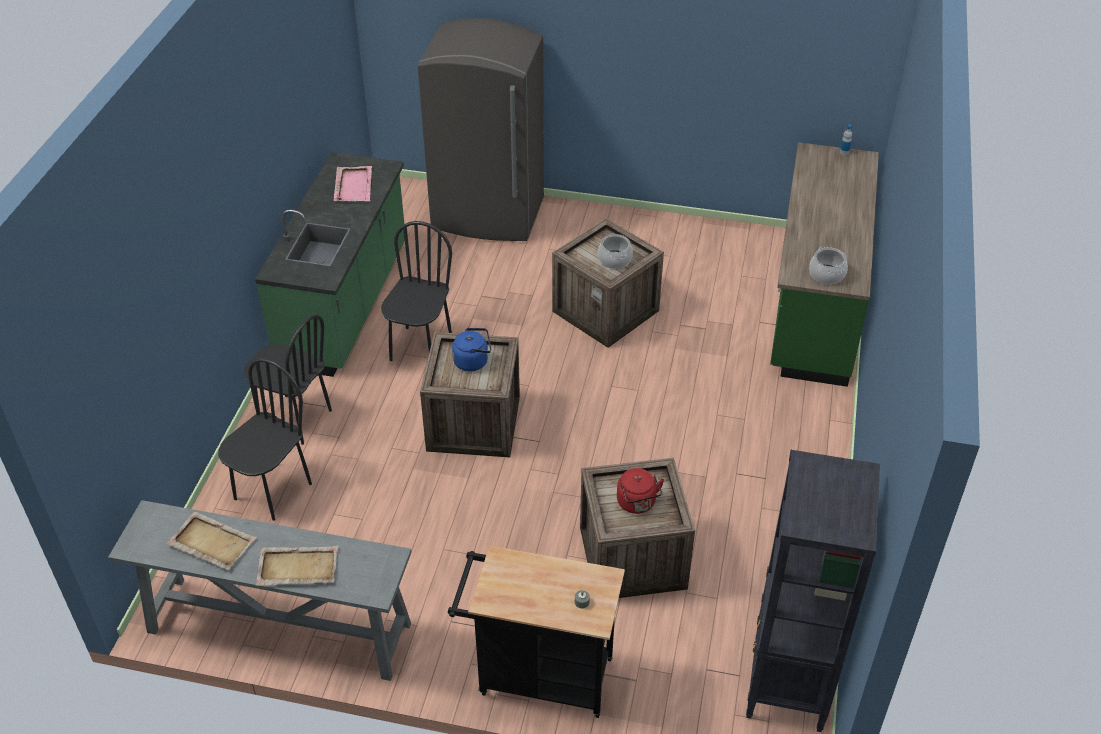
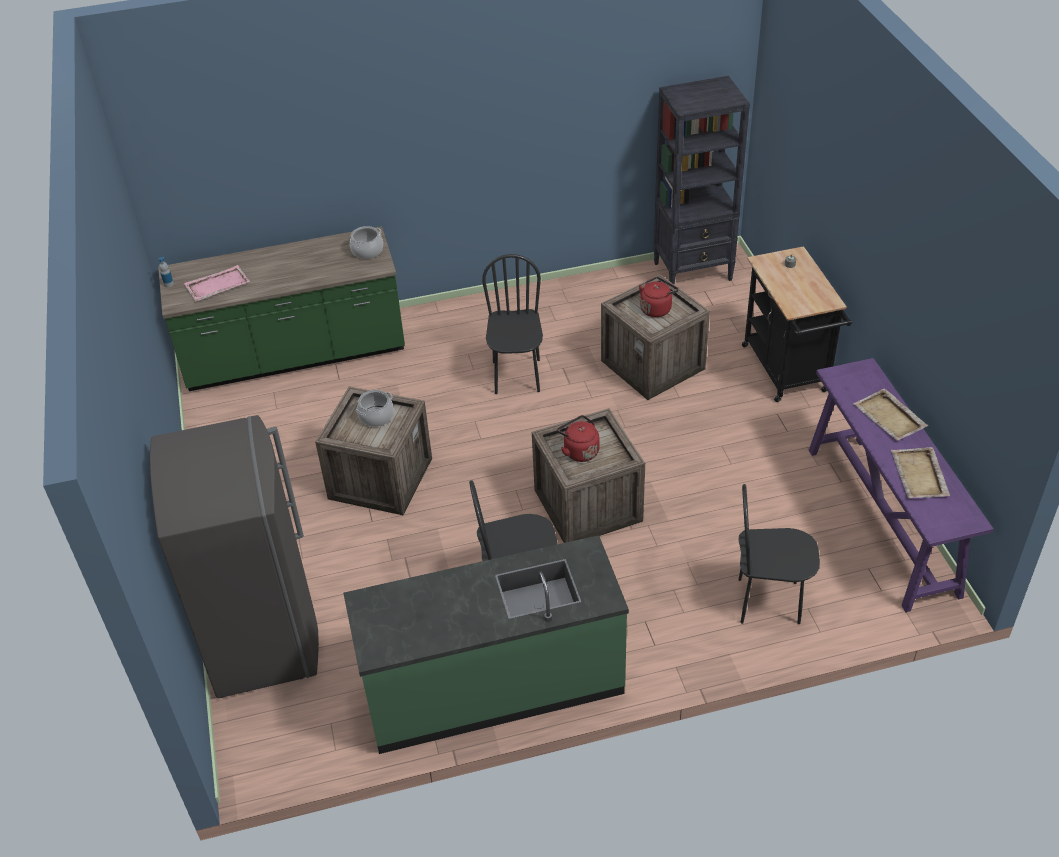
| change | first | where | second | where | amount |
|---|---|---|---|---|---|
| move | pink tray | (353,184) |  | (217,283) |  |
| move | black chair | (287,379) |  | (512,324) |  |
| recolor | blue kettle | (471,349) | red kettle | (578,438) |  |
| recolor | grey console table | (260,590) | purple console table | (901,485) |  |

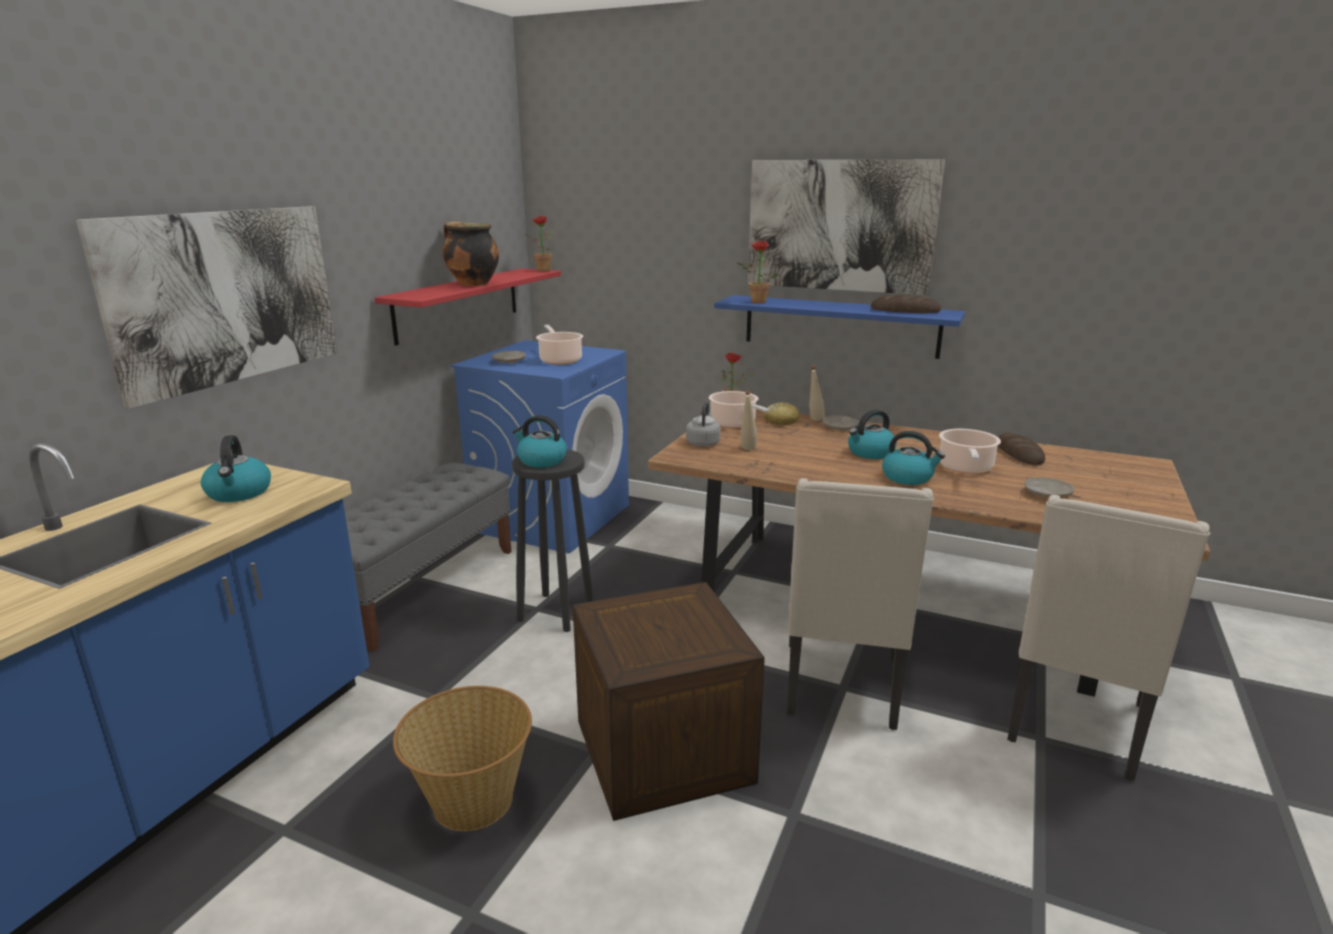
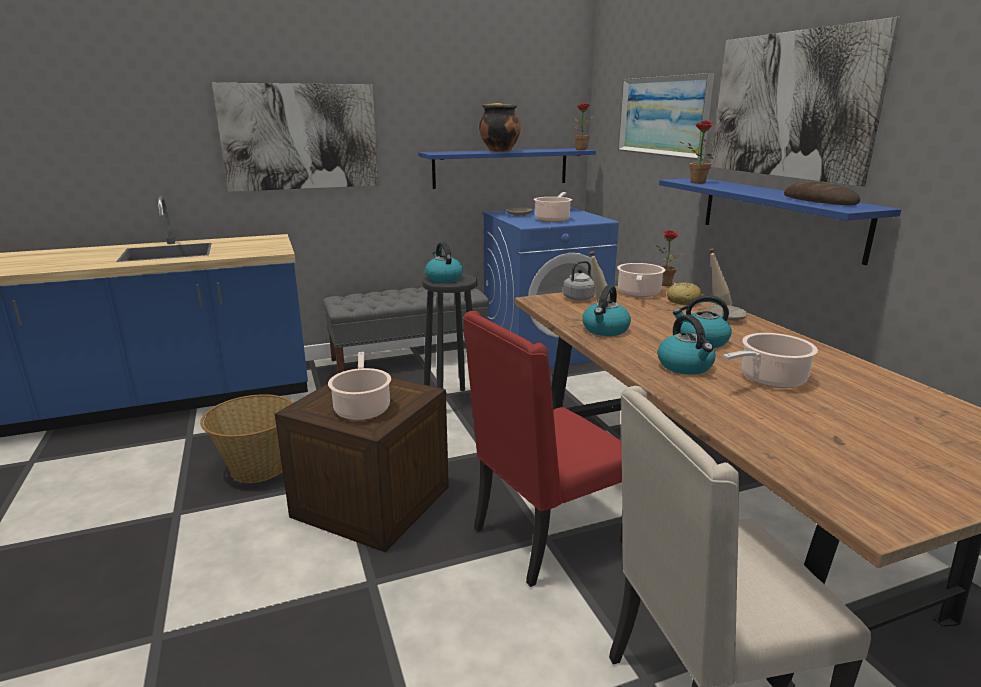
| change | first | where | second | where | amount |
|---|---|---|---|---|---|
| recolor | red shelf | (468,306) | blue shelf | (507,168) |  |
| delete | bread | (1021,449) |  |  |  |
| move | kettle | (236,468) |  | (606,310) |  |
| delete | beige plate | (1049,487) |  |  |  |
| recolor | beige chair | (860,604) | red chair | (543,449) |  |
| insert |  |  | picture | (666,116) |  |
| insert |  |  | cooking pot | (359,386) |  |

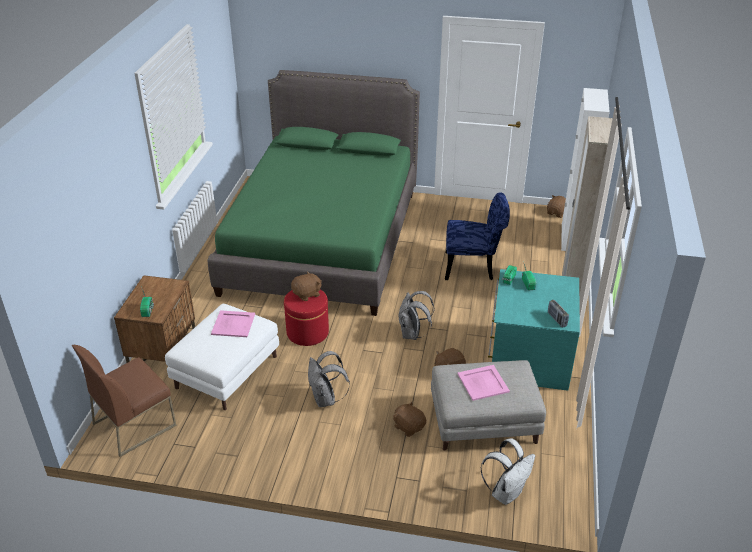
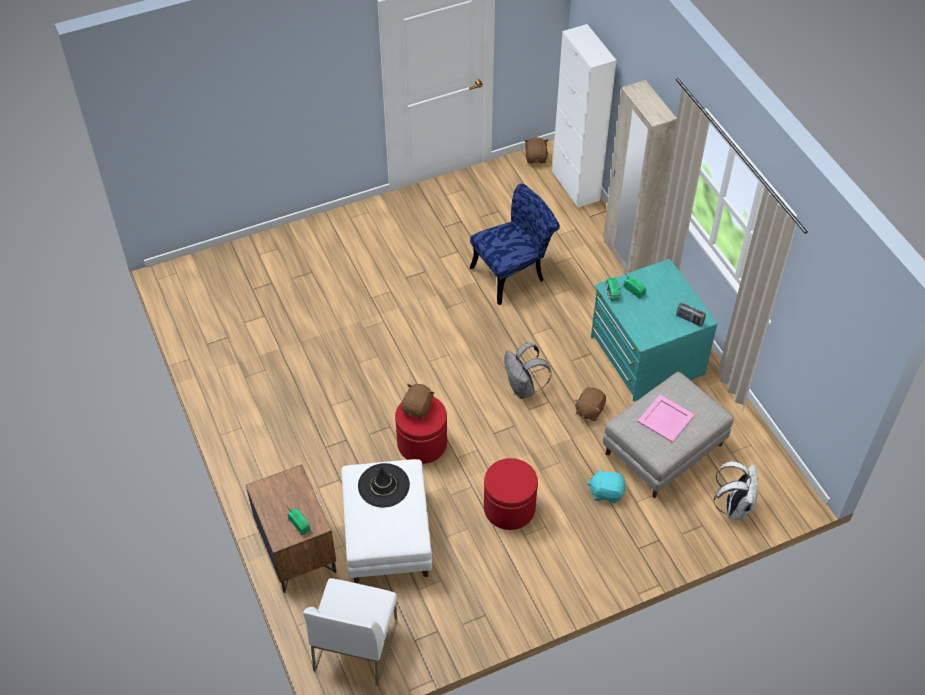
| change | first | where | second | where | amount |
|---|---|---|---|---|---|
| delete | green bed | (314,193) |  |  |  |
| replace | pink tray | (233,323) | black hat | (384,485) |  |
| recolor | brown chair | (124,401) | white chair | (350,632) |  |
| replace | grey backpack | (329,379) | red ottoman | (511,494) |  |
| recolor | brown plush toy | (409,419) | turquoise plush toy | (606,485) |  |

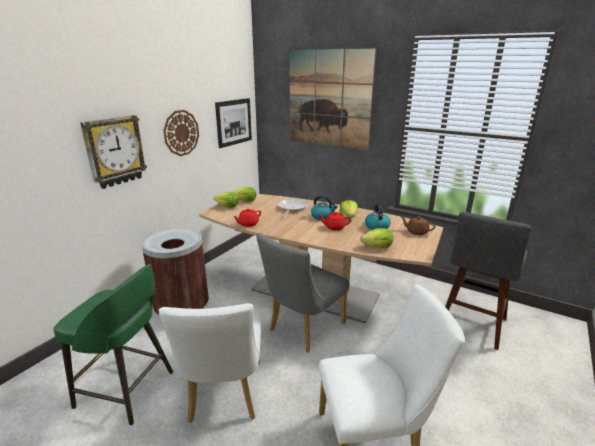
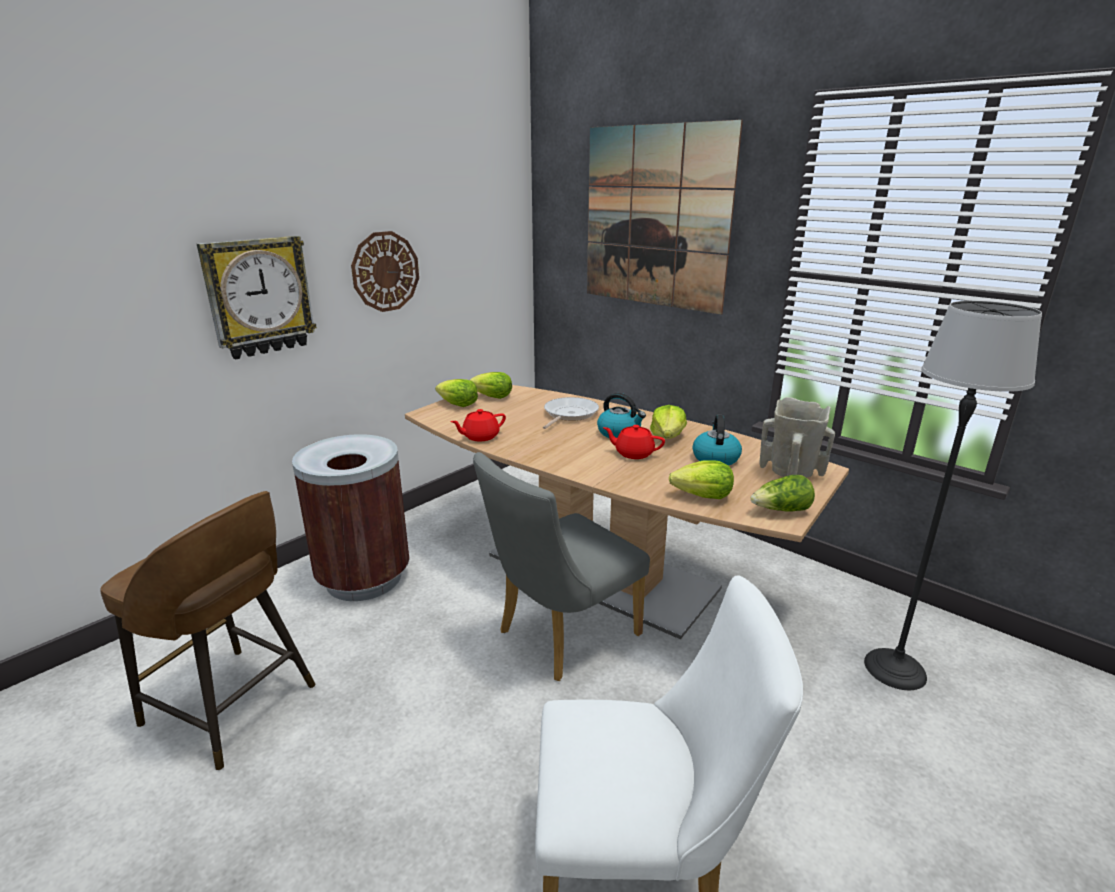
| change | first | where | second | where | amount |
|---|---|---|---|---|---|
| delete | picture | (233,123) |  |  |  |
| replace | grey stool | (488,281) | floor lamp | (953,495) |  |
| replace | brown teapot | (418,225) | beige vase | (797,437) |  |
| recolor | green stool | (113,344) | brown stool | (208,630) |  |
| delete | white chair | (210,363) |  |  |  |
| insert |  |  | lettuce | (783,493) |  |

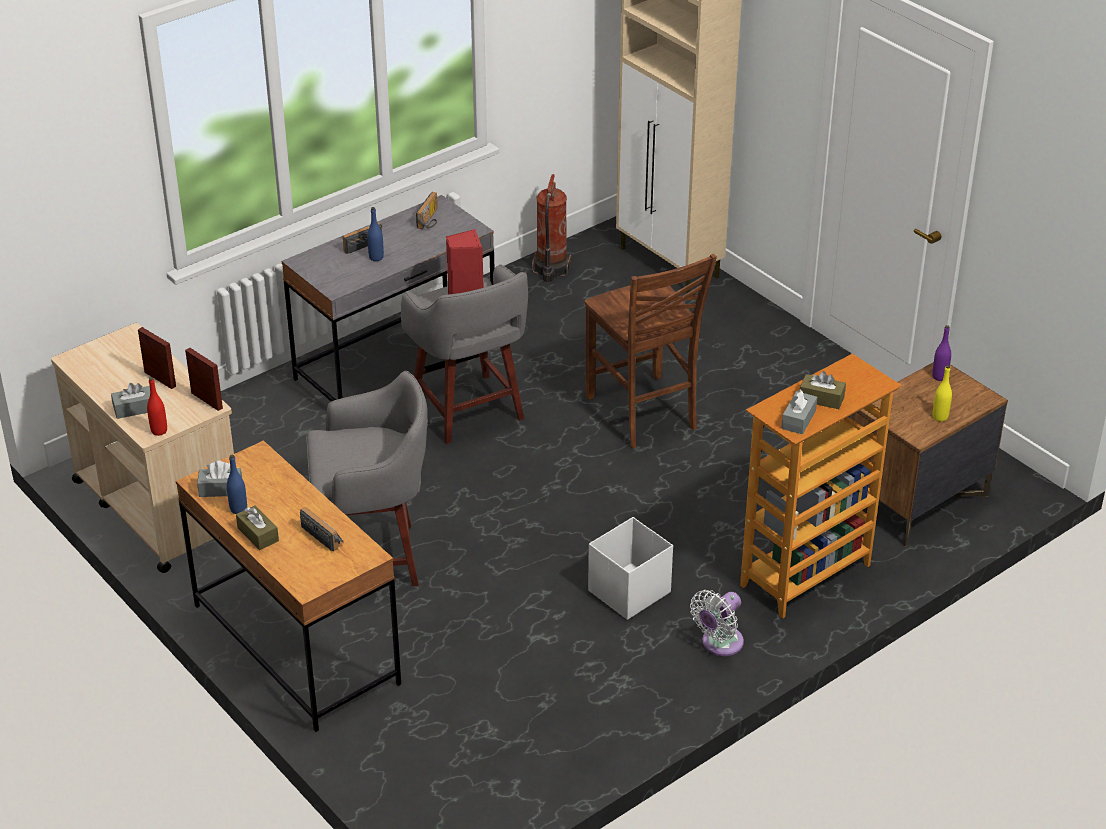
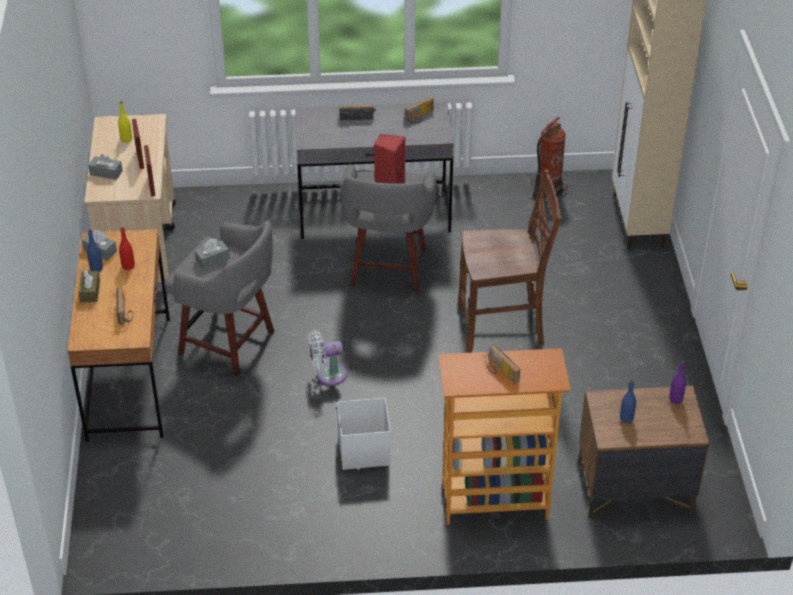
| change | first | where | second | where | amount |
|---|---|---|---|---|---|
| move | blue bottle | (375,234) |  | (628,401) |  |
| rotate | brown chair | (651,351) |  | (510,261) | 105 degrees counterclockwise |
| move | yellow bottle | (942,393) |  | (125,122) |  |
| replace | brown tissue box | (823,390) | radio | (502,364) |  |
| move | red bottle | (157,406) |  | (127,248) |  |
| move | grey tissue box | (799,412) |  | (212,254) |  |
| move | white fan | (717,623) |  | (328,358) |  |

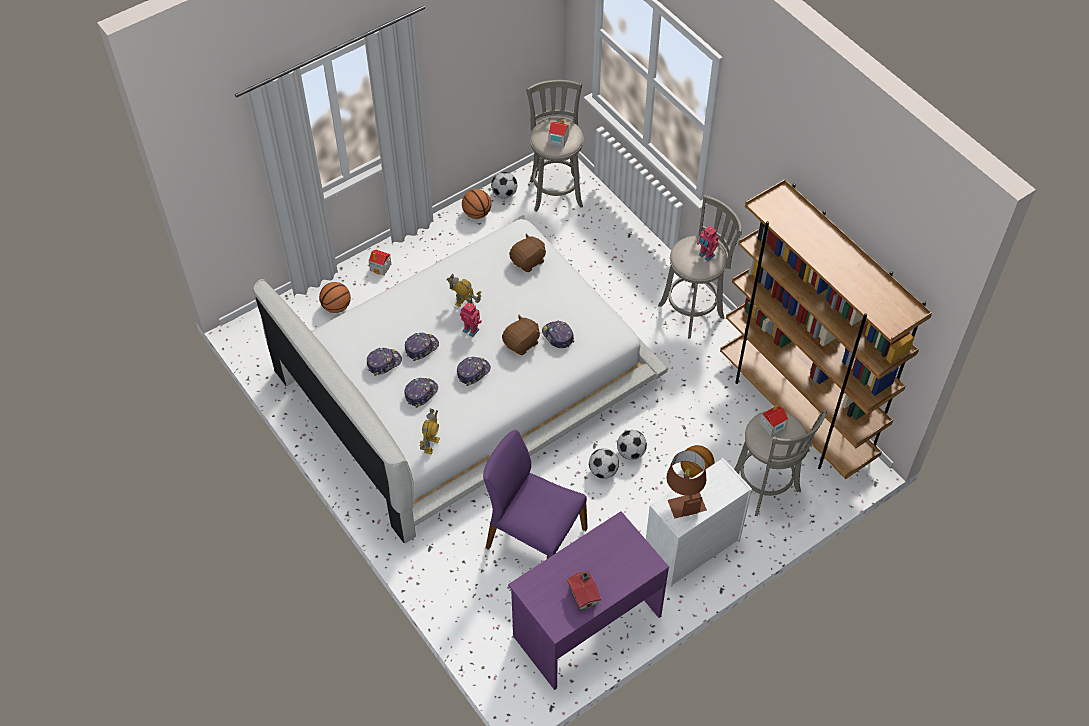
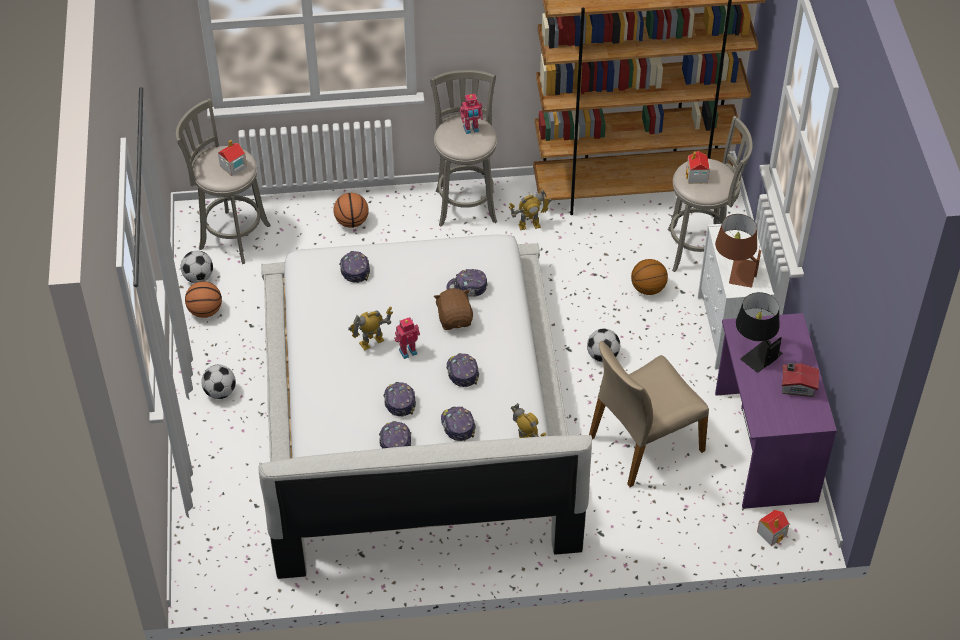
| change | first | where | second | where | amount |
|---|---|---|---|---|---|
| replace | brown plush toy | (527,252) | cap | (354,267) |  |
| move | toy house | (380,262) |  | (773,528) |  |
| move | basketball | (335,297) |  | (351,210) |  |
| recolor | purple chair | (535,494) | beige chair | (649,414) |  |
| move | football | (632,445) |  | (218,382) |  |
| insert |  |  | toy robot | (530,209) |  |
| insert |  |  | black table lamp | (759,332) |  |

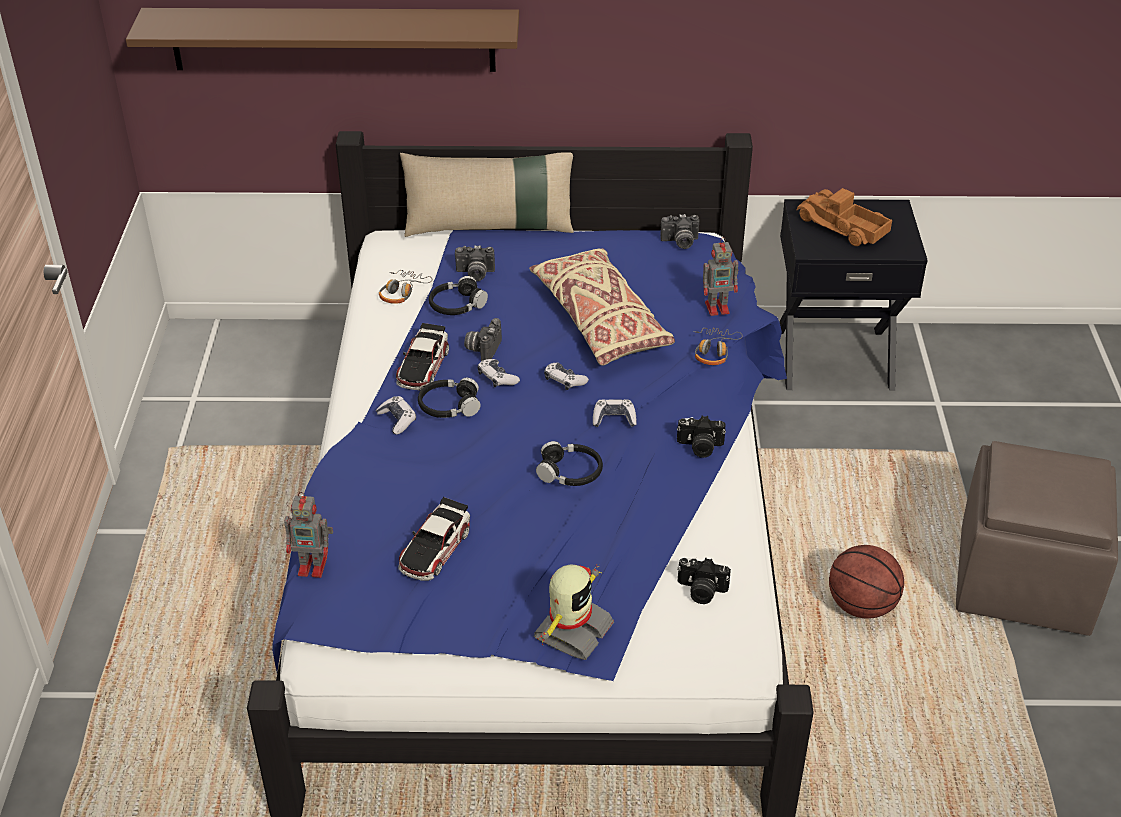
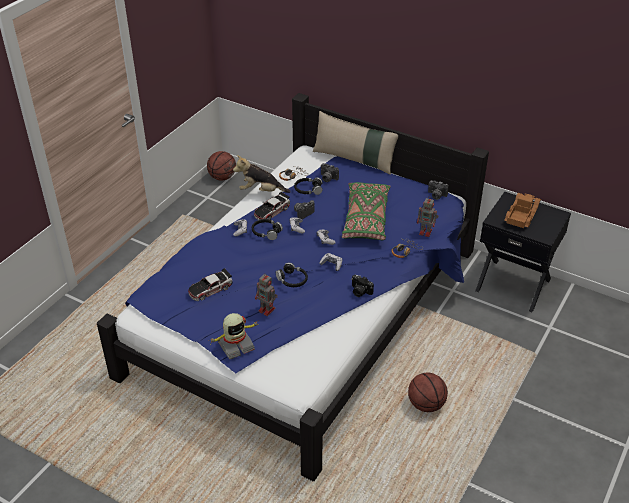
| change | first | where | second | where | amount |
|---|---|---|---|---|---|
| delete | brown shelf | (322,40) |  |  |  |
| rotate | toy truck | (844,217) |  | (522,210) | 45 degrees clockwise |
| recolor | beige pillow | (602,306) | green pillow | (366,211) |  |
| delete | brown ottoman | (1037,538) |  |  |  |
| move | toy robot | (308,535) |  | (266,294) |  |
| delete | photo camera | (704,580) |  |  |  |
| insert |  |  | basketball | (221,165) |  |
| insert |  |  | plush toy | (262,174) |  |

